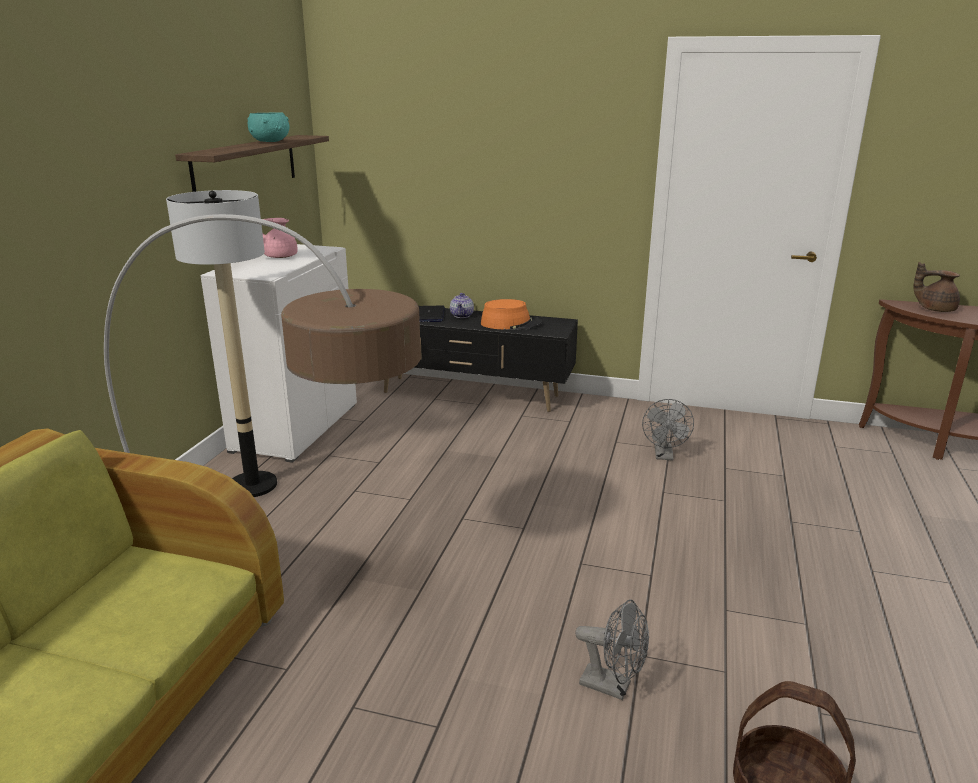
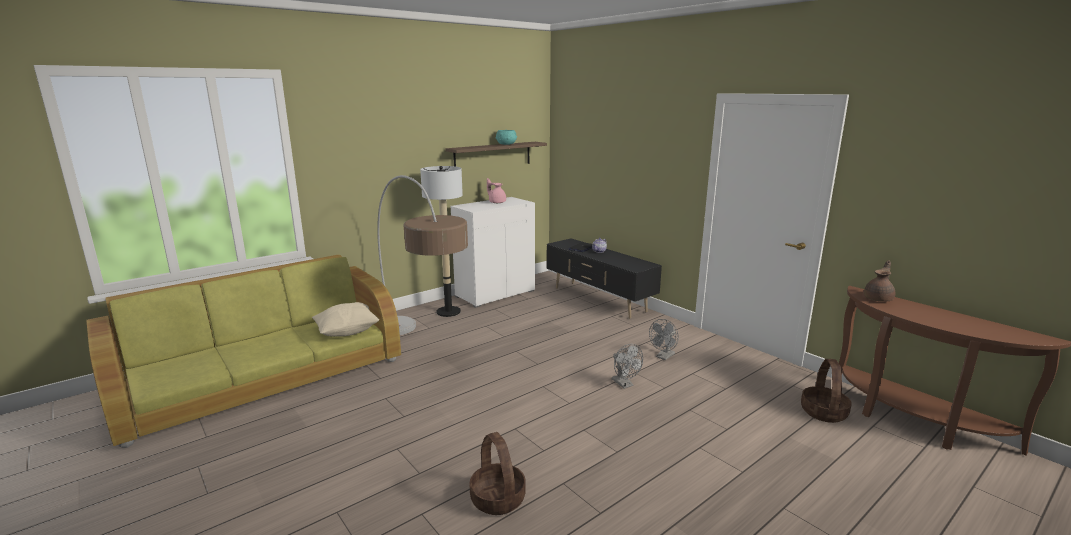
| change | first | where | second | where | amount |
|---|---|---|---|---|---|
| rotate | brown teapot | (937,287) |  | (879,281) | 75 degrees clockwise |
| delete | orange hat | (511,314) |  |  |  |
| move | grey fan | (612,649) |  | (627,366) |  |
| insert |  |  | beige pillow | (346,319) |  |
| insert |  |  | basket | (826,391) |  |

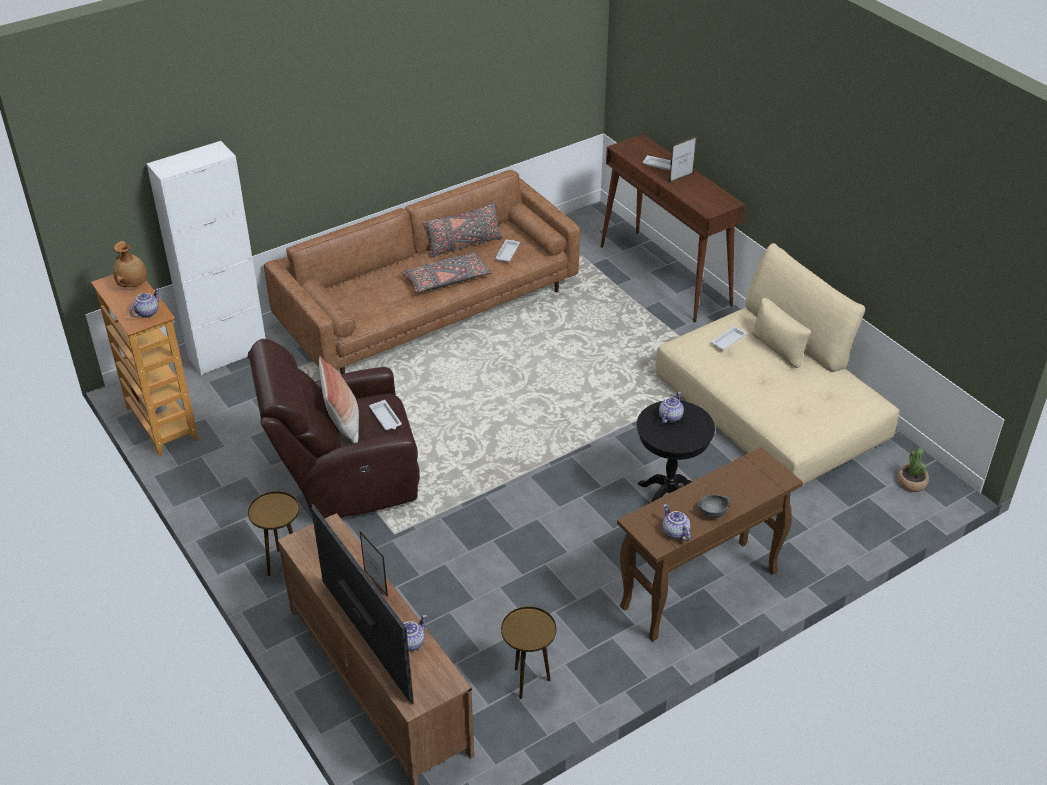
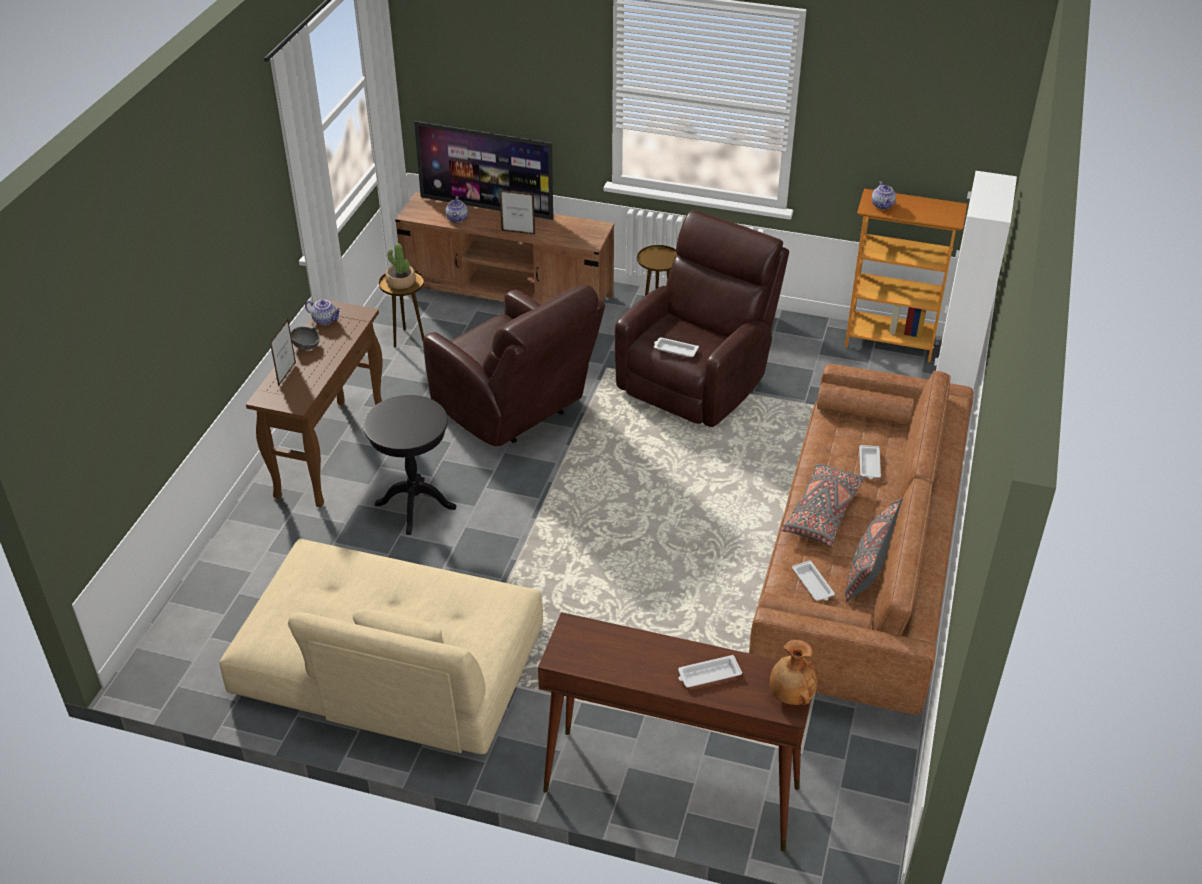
| change | first | where | second | where | amount |
|---|---|---|---|---|---|
| move | picture frame | (683,159) |  | (283,353) |  |
| move | brown vase | (130,264) |  | (793,672) |  |
| move | white tray | (729,338) |  | (870,462) |  |
| delete | pillow | (339,399) |  |  |  |
| delete | teapot | (671,407) |  |  |  |
| move | potted plant | (913,470) |  | (400,266) |  |
| insert |  |  | brown armchair | (514,365) |  |

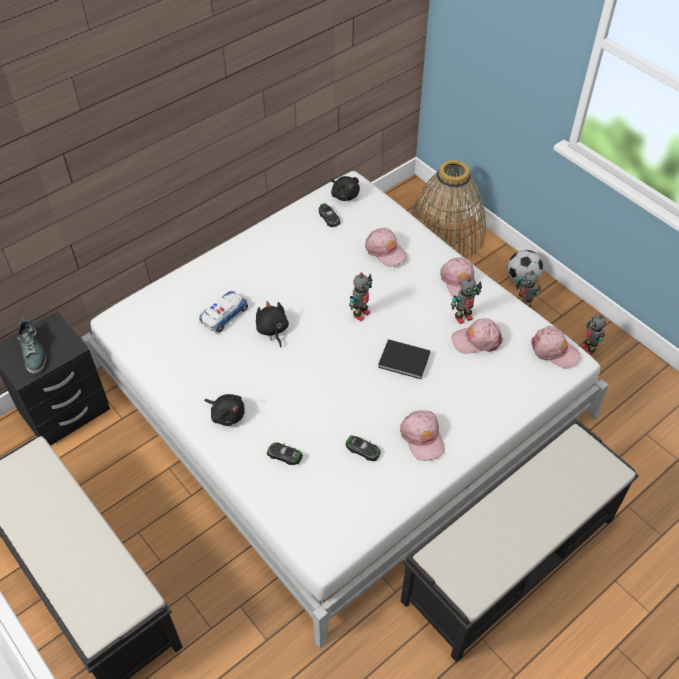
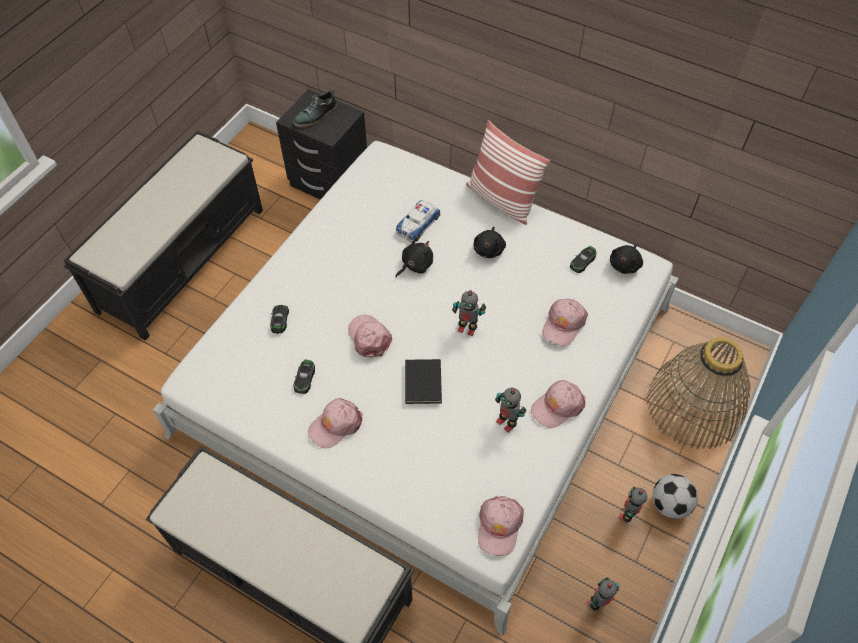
| change | first | where | second | where | amount |
|---|---|---|---|---|---|
| rotate | toy car | (223,312) |  | (418,221) | 105 degrees clockwise |
| move | pink cap | (477,336) |  | (370,336) |  |
| move | black plush toy | (224,410) |  | (489,242) |  |
| insert |  |  | pillow | (508,172) |  |

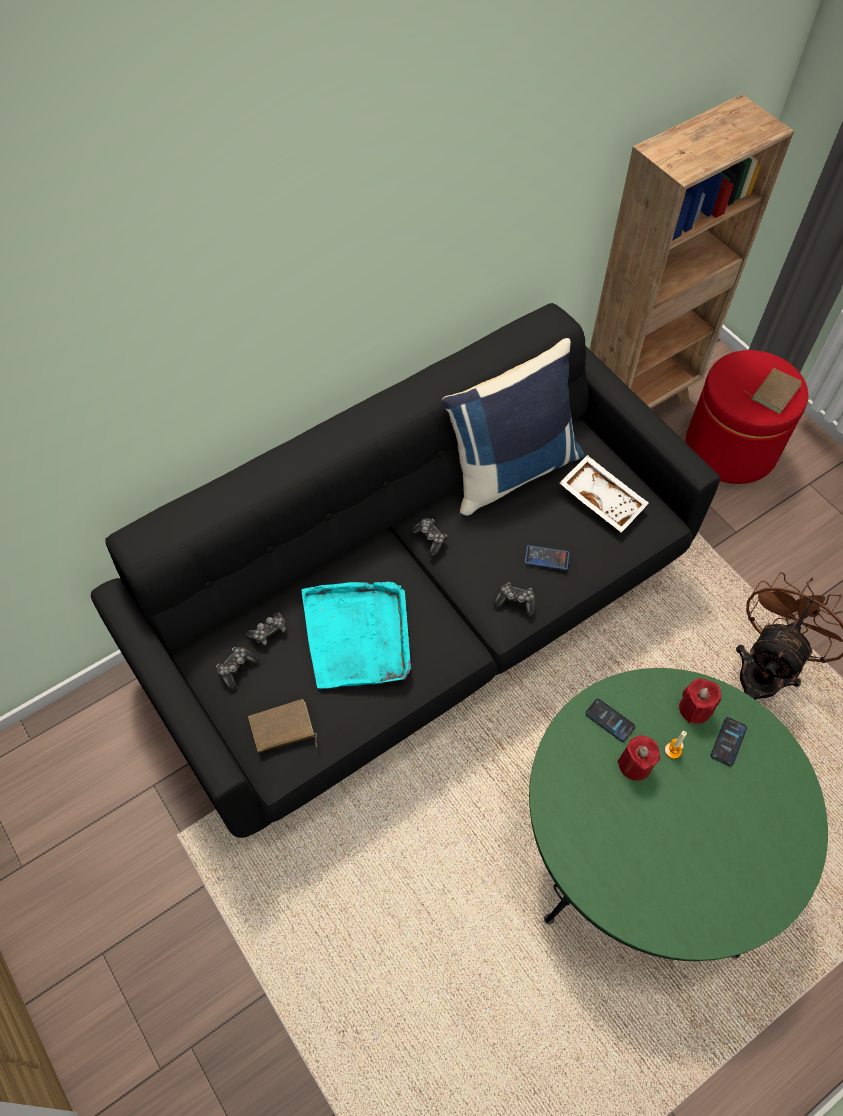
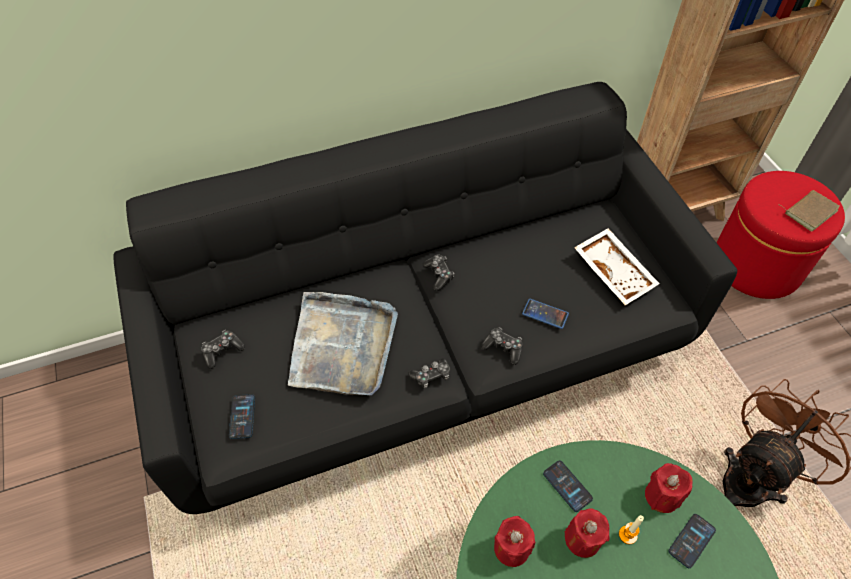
| change | first | where | second | where | amount |
|---|---|---|---|---|---|
| delete | blue pillow | (513,427) |  |  |  |
| recolor | turquoise tray | (356,635) | grey tray | (343,343) |  |
| move | game controller | (265,629) |  | (429,373) |  |
| replace | brown book | (282,726) | phone | (242,416) |  |
| insert |  |  | red candle | (514,541) |  |

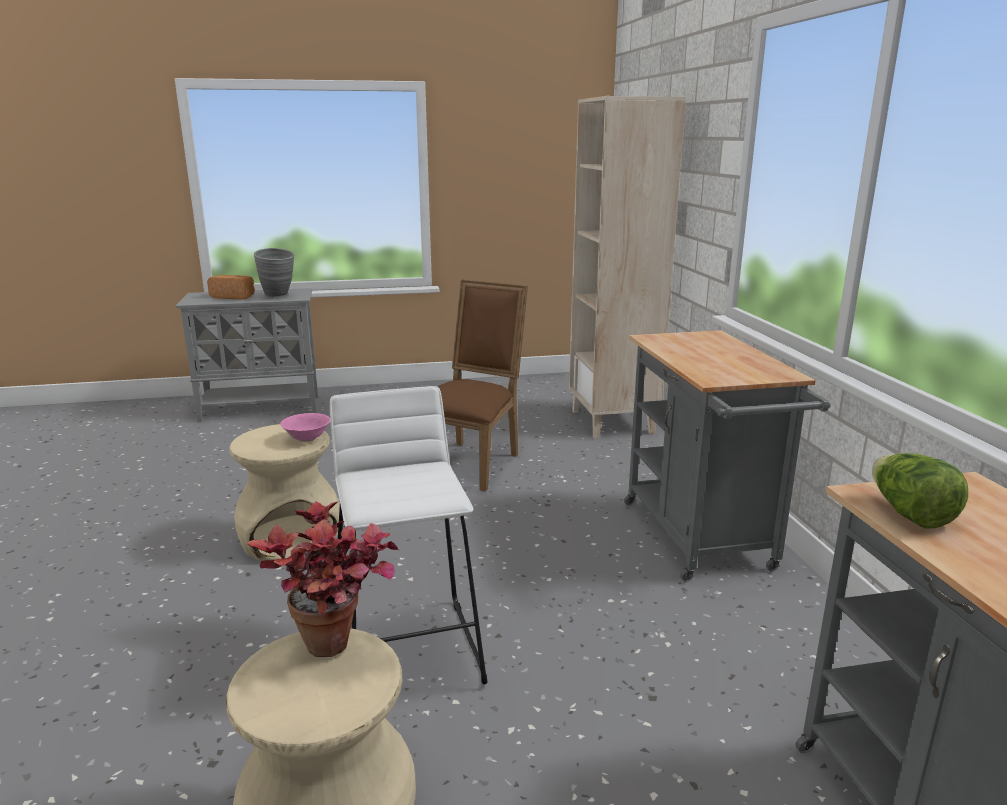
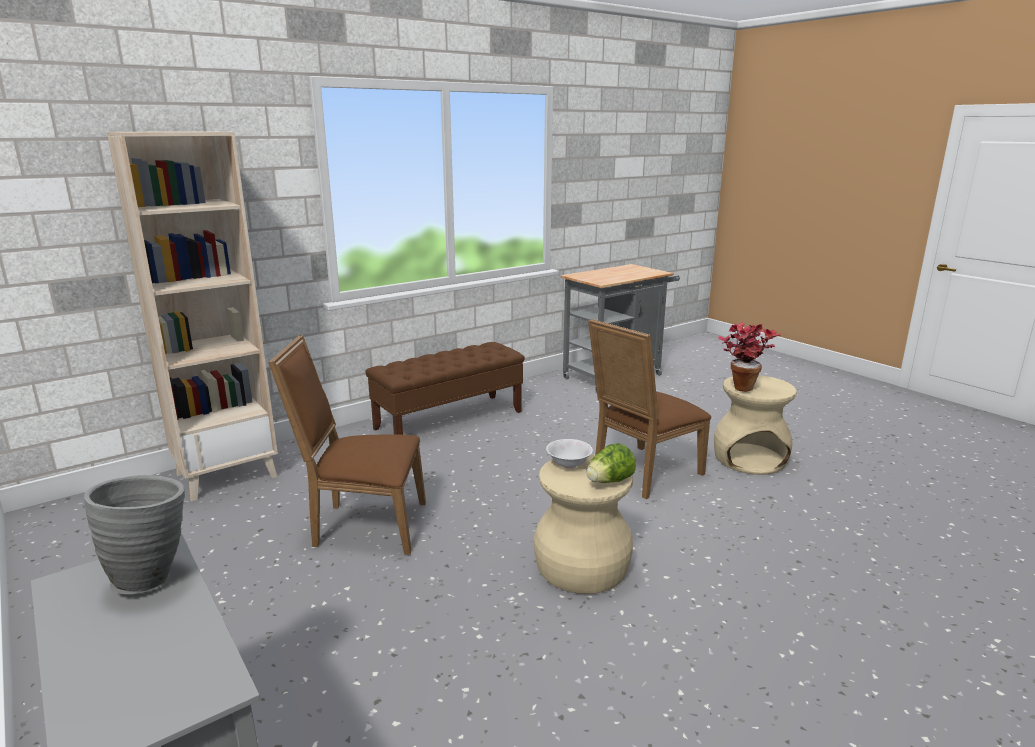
| change | first | where | second | where | amount |
|---|---|---|---|---|---|
| delete | bread | (231,287) |  |  |  |
| replace | grey cart | (727,456) | brown bench | (445,388) |  |
| replace | white stool | (408,535) | brown chair | (649,409) |  |
| recolor | pink bowl | (305,427) | white bowl | (569,453) |  |
| move | lettuce | (920,491) |  | (611,463) |  |

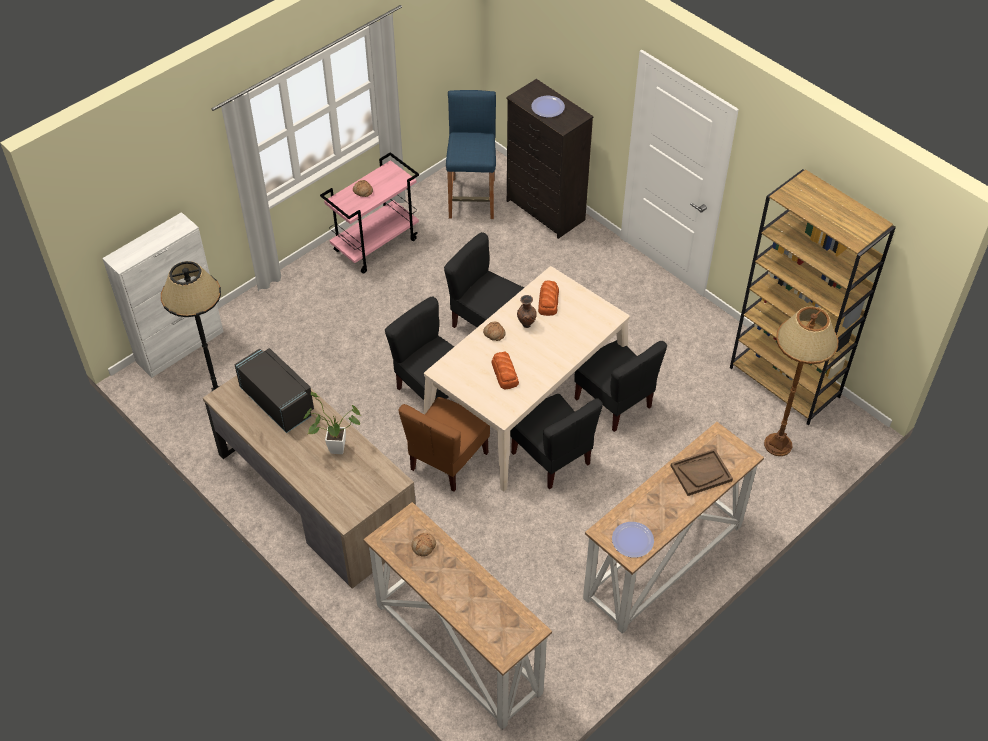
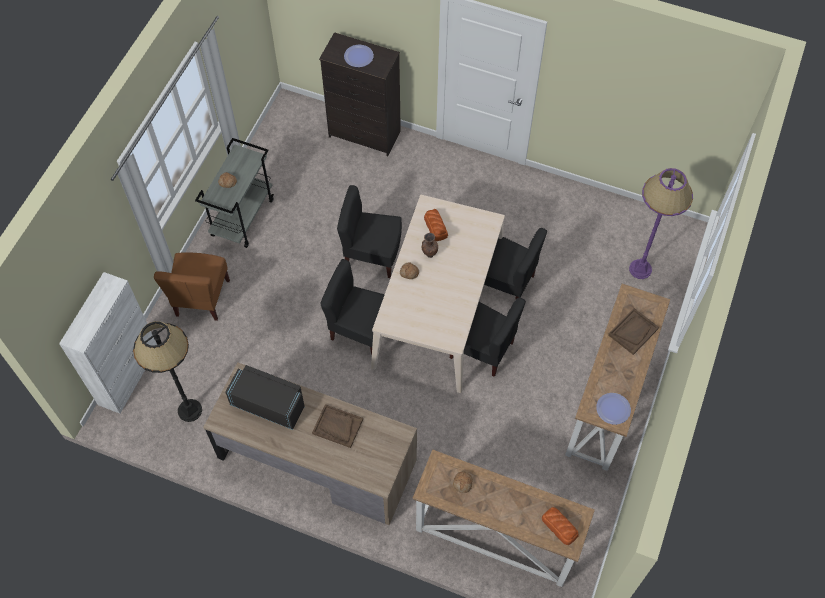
| change | first | where | second | where | amount |
|---|---|---|---|---|---|
| delete | blue stool | (471,154) |  |  |  |
| recolor | pink cart | (369,213) | grey cart | (234,193) |  |
| delete | brown bookcase | (813,297) |  |  |  |
| recolor | brown floor lamp | (801,381) | purple floor lamp | (661,223) |  |
| move | bread | (505,370) |  | (560,526) |  |
| replace | potted plant | (332,423) | brown tray | (337,426) |  |
| move | brown chair | (444,444) |  | (192,286) |  |

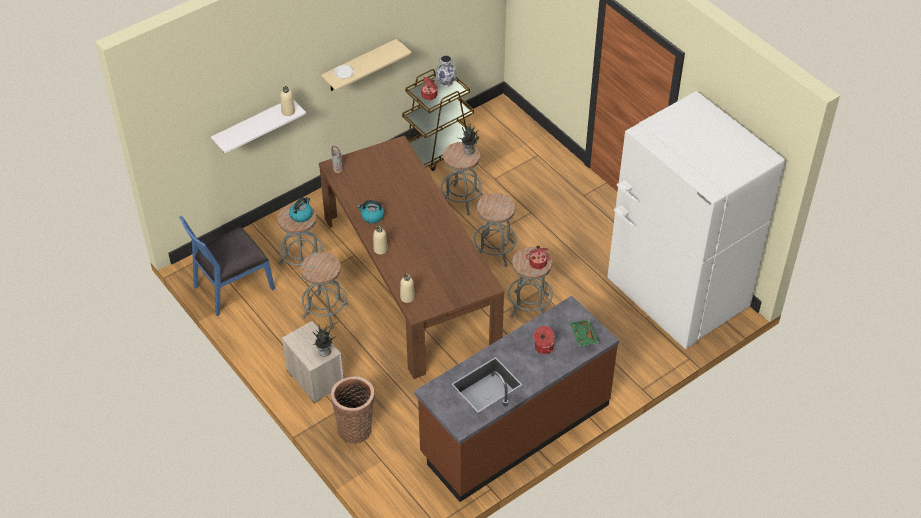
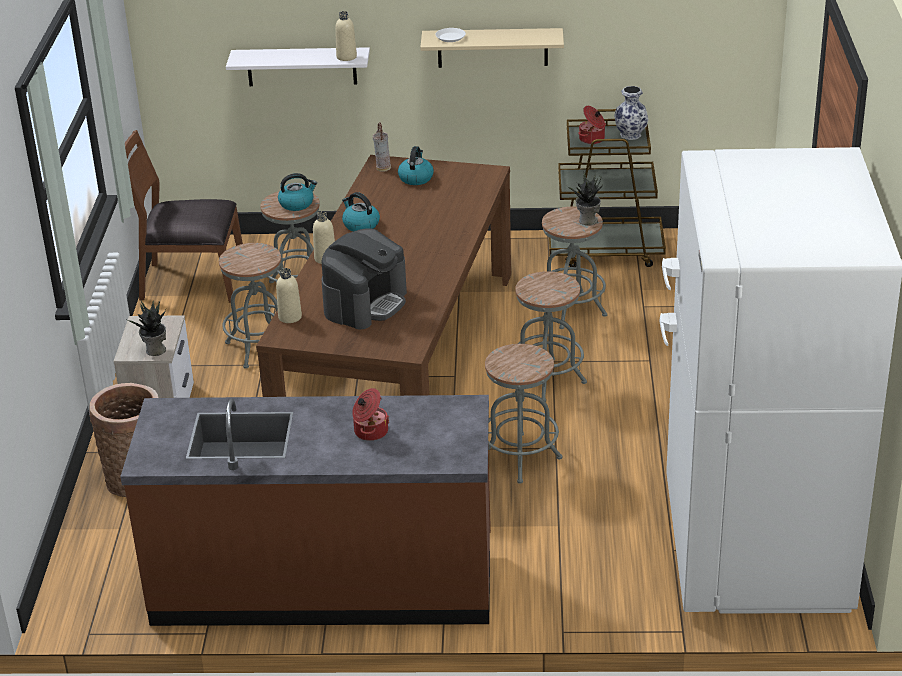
| change | first | where | second | where | amount |
|---|---|---|---|---|---|
| recolor | blue chair | (227,265) | brown chair | (184,216) |  |
| delete | cooking pot | (538,257) |  |  |  |
| delete | green tray | (584,332) |  |  |  |
| insert |  |  | kettle | (416,165) |  |
| insert |  |  | coffee machine | (364,278) |  |

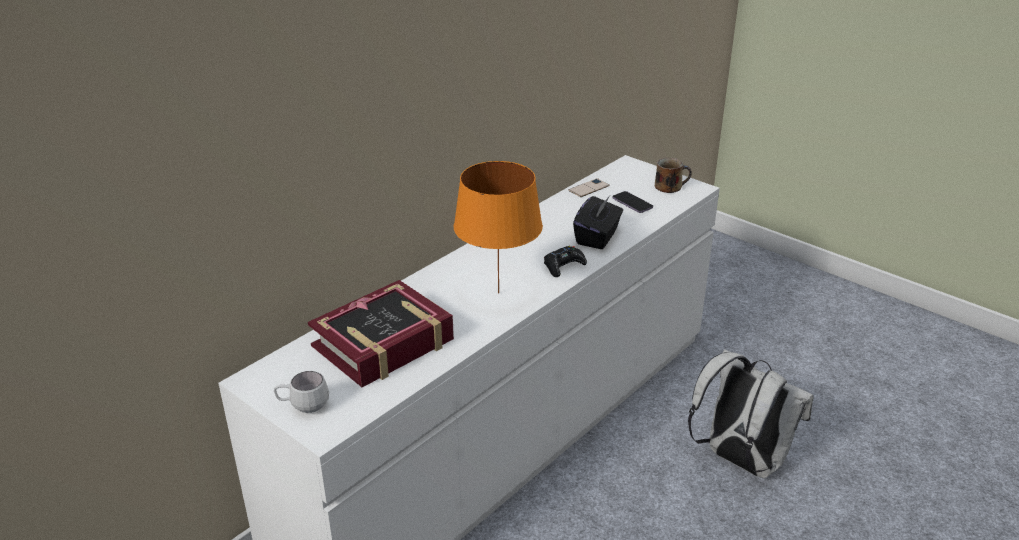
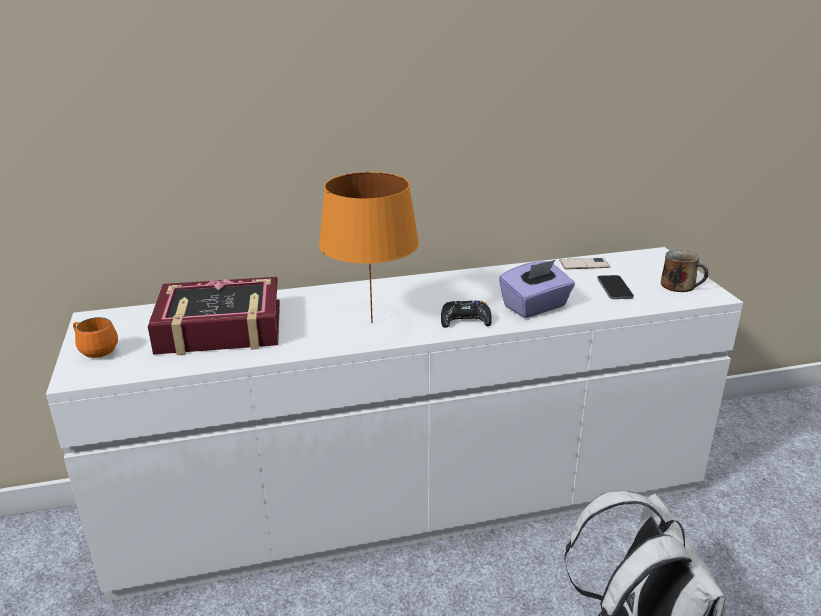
| change | first | where | second | where | amount |
|---|---|---|---|---|---|
| recolor | black tissue box | (598,222) | purple tissue box | (537,289) |  |
| recolor | white mug | (301,392) | orange mug | (95,337) |  |

